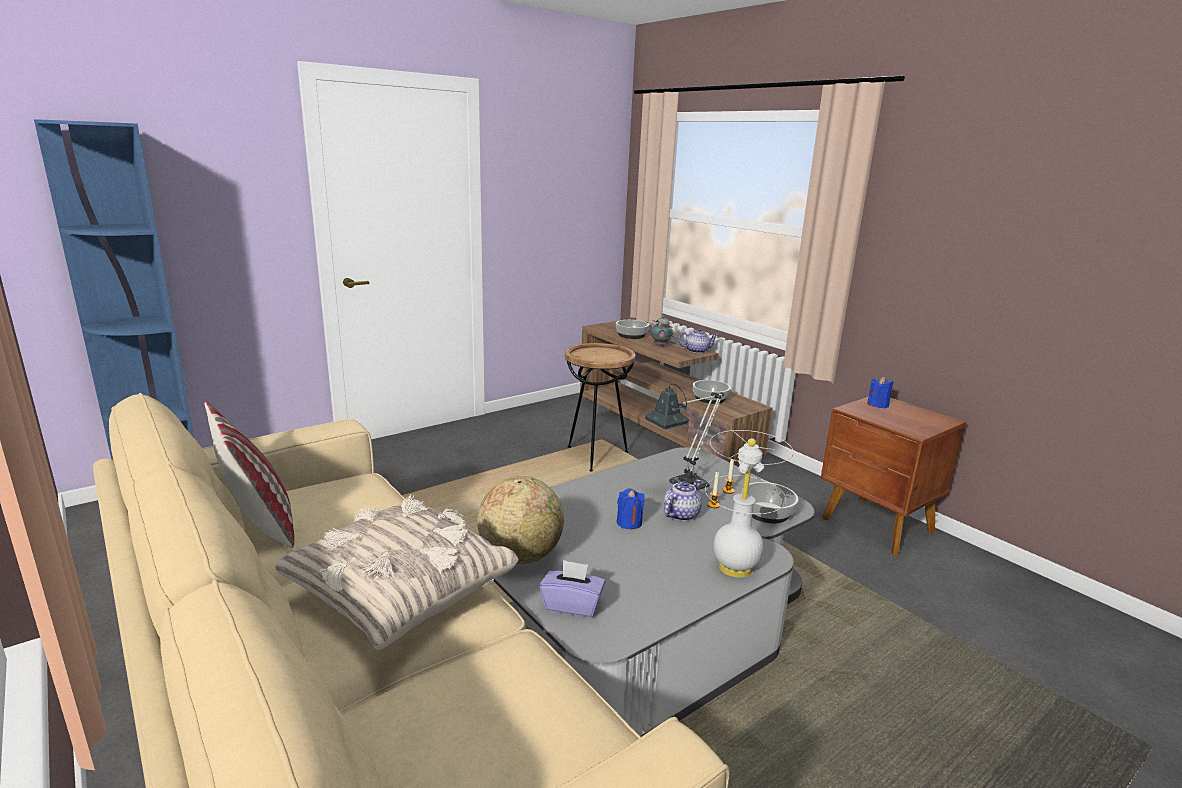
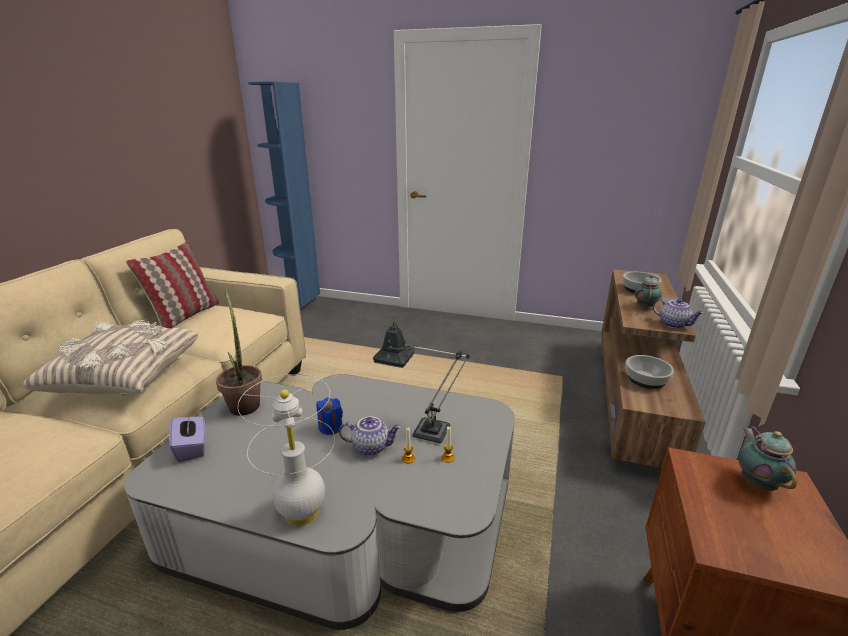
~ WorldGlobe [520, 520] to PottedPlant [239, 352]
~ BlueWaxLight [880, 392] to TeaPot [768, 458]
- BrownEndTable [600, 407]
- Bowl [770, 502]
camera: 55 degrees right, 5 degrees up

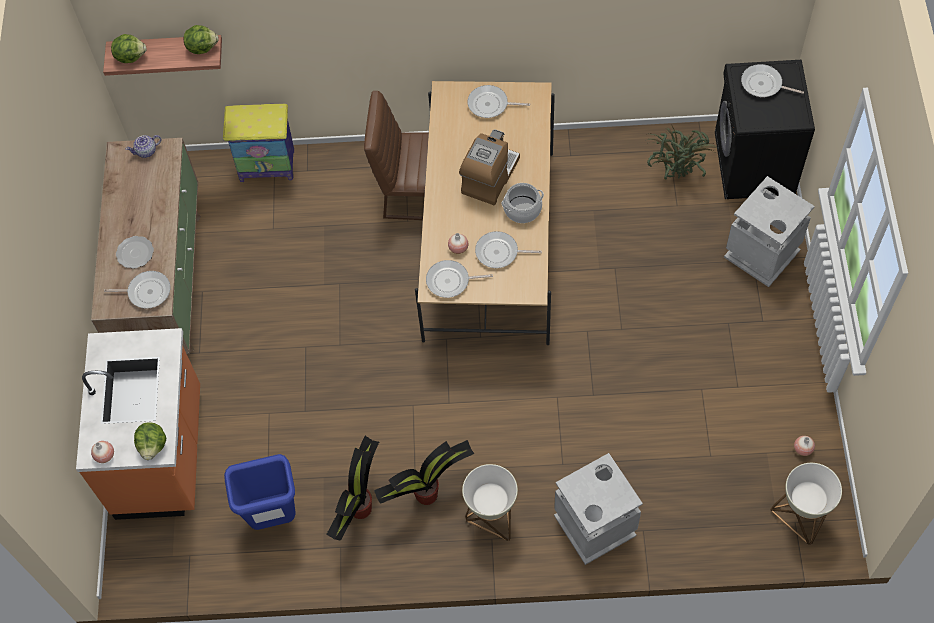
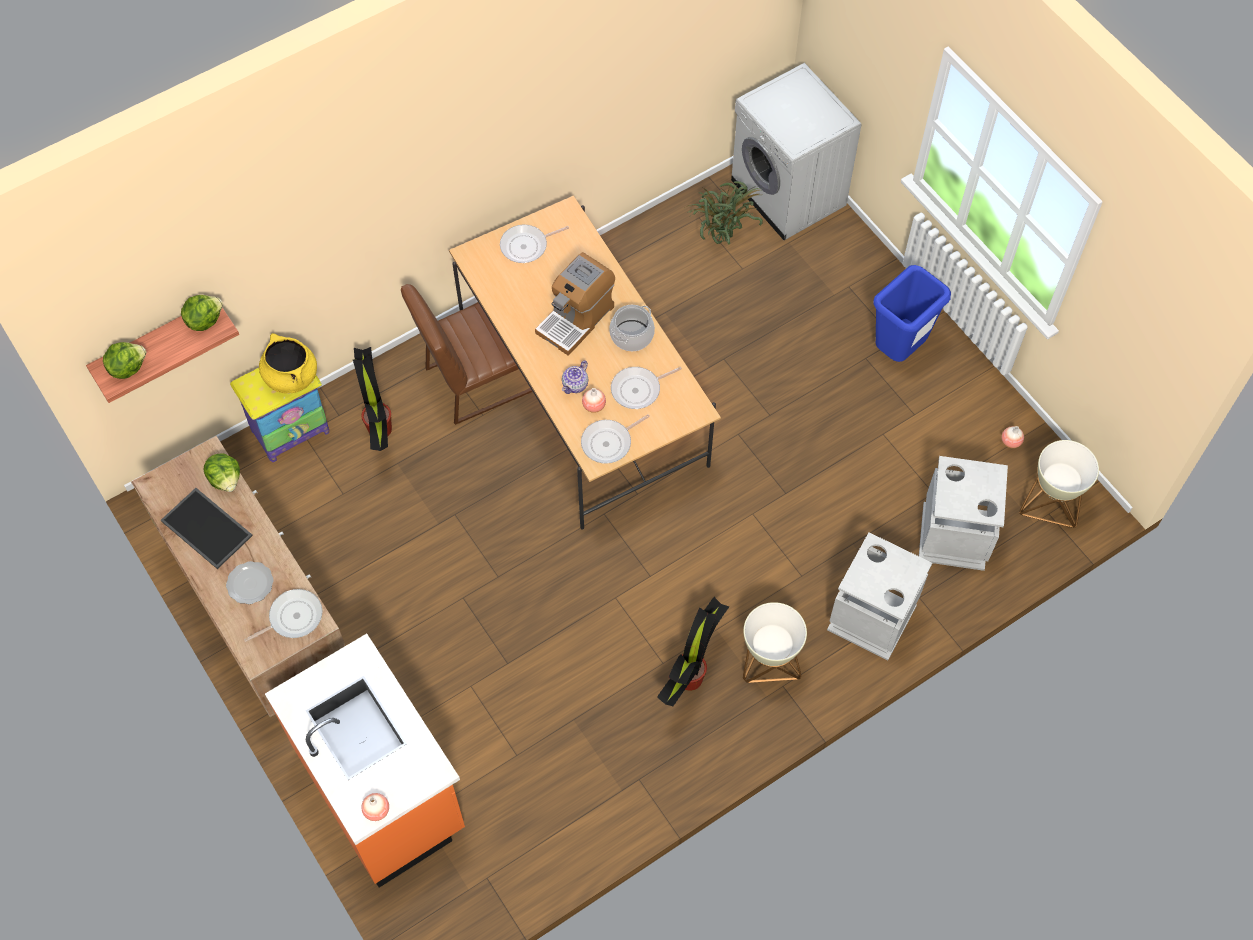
+ CarryingTray [207, 528]
~ LettuceHead [150, 441] to [222, 472]
+ YellowColouredStockpot [288, 363]
~ PottedPlant [352, 488] to [372, 399]
~ CoffeeMachine [489, 167] = [575, 304] 135 degrees counterclockwise
~ TeaPot [143, 146] to [575, 377]
~ BlackishLaundryMachine [765, 129] to WhiteLaundryMachine [796, 151]
~ BlueTrashCan [259, 492] to [912, 313]
~ GrayTrashCan [769, 231] to [963, 513]
- Skillet [772, 80]
camera: 35 degrees left, 0 degrees up

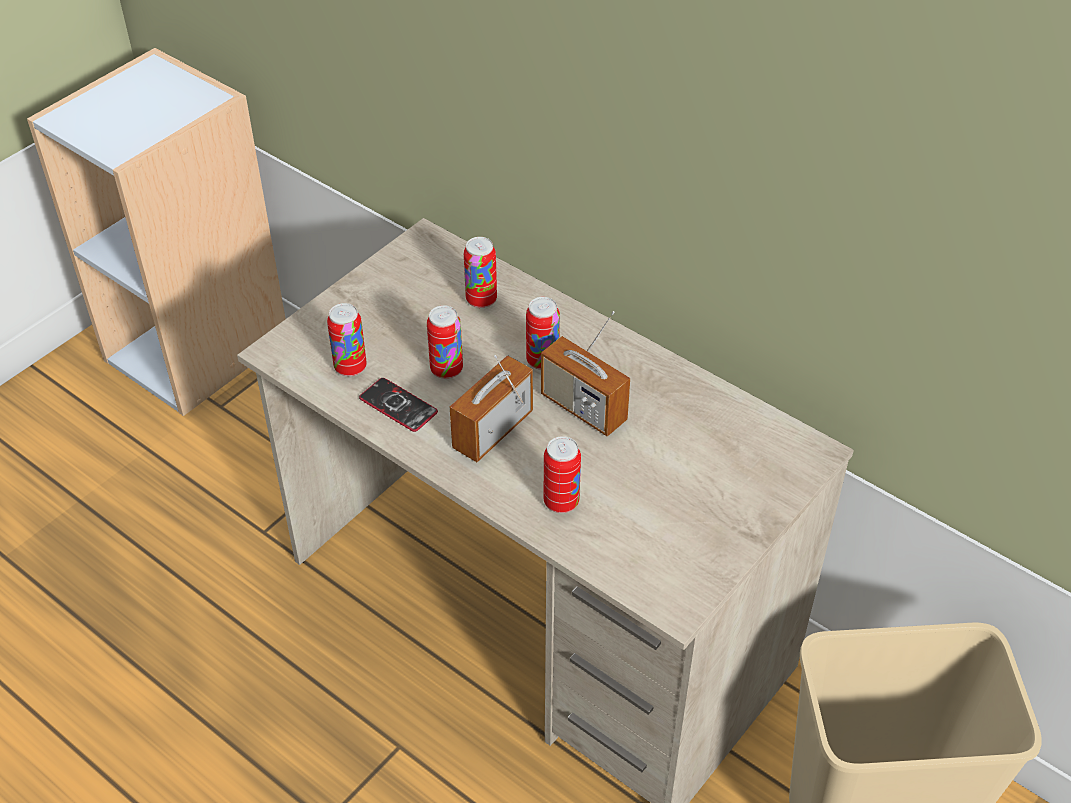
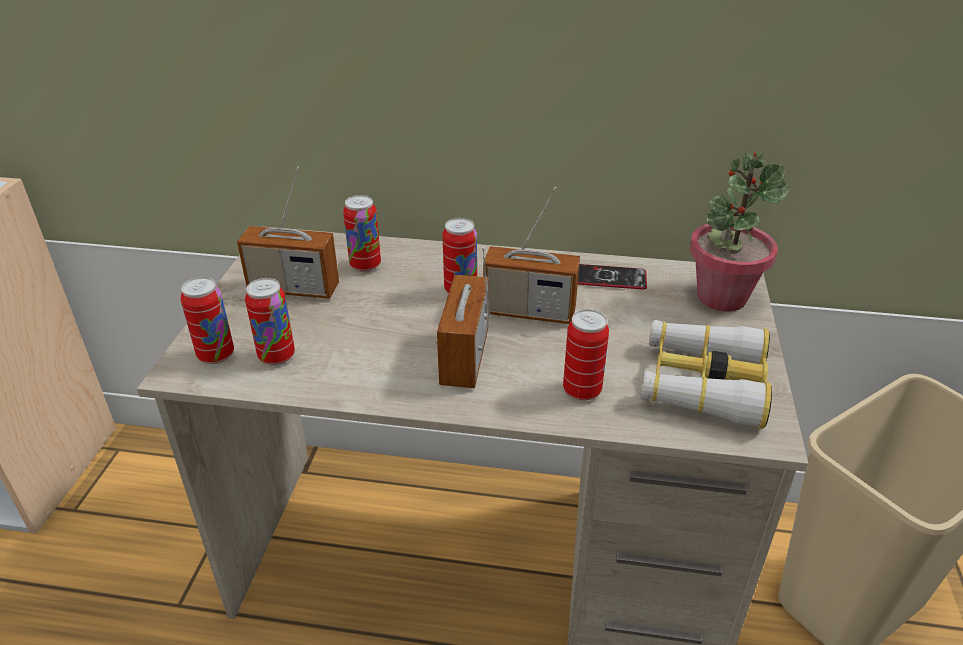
~ Can [445, 342] to [207, 320]
+ Radio [288, 233]
~ Phone [398, 405] to [612, 277]
+ FieldGlasses [706, 374]
+ PottedPlant [740, 231]
camera: 30 degrees left, 10 degrees down

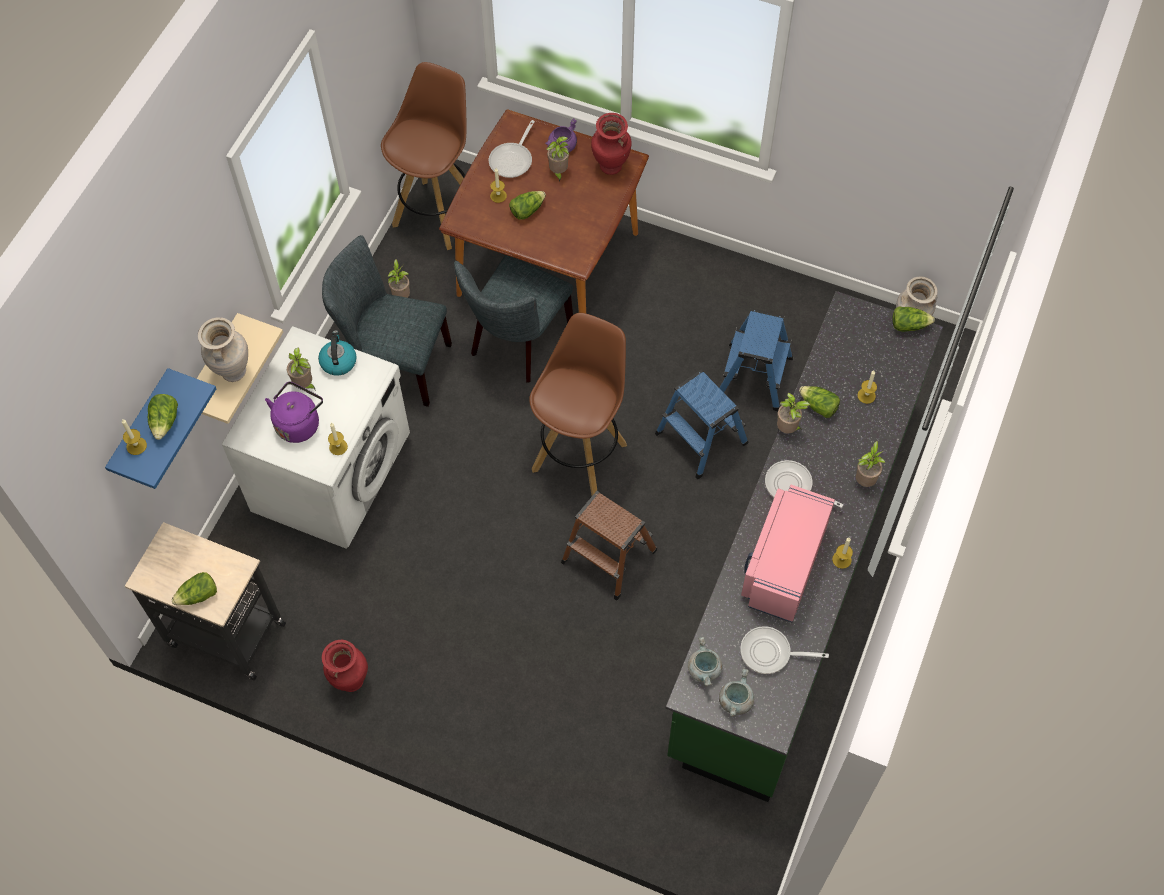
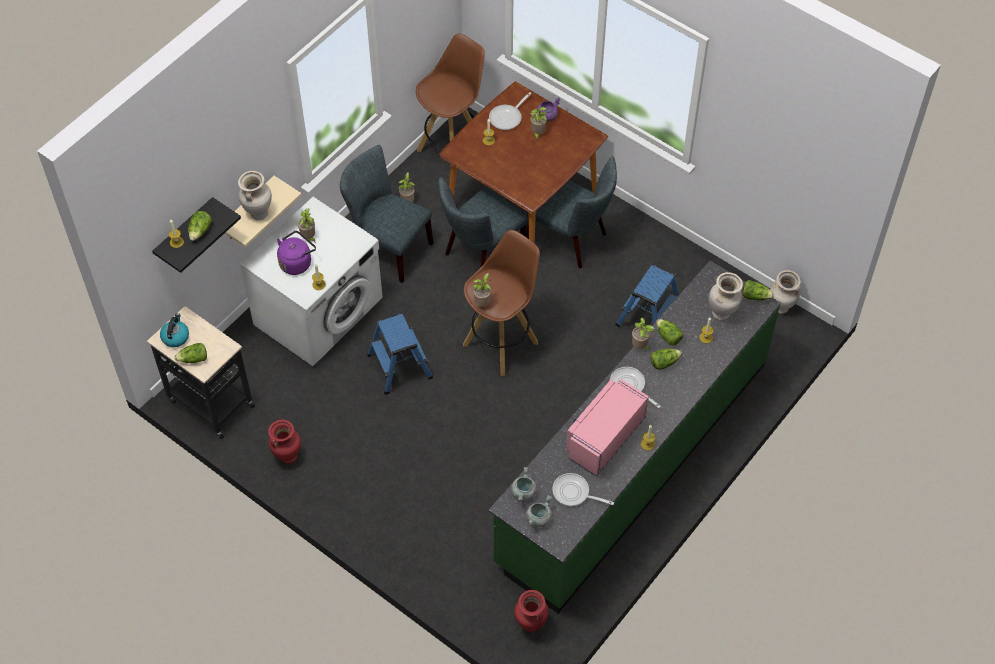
~ BlueWallShelf [160, 428] to BlackishWallShelf [196, 235]
~ WaterKettle [337, 353] to [174, 330]
~ BlueStepLadder [702, 424] to [400, 353]
~ PottedPlant [870, 464] to [482, 290]
~ RedVase [611, 144] to [531, 611]
+ GrayPlainChair [571, 212]
~ LettuceHead [527, 205] to [666, 359]
+ SandColouredVase [726, 296]
- BrownStepLadder [609, 545]
camera: 15 degrees right, 5 degrees down

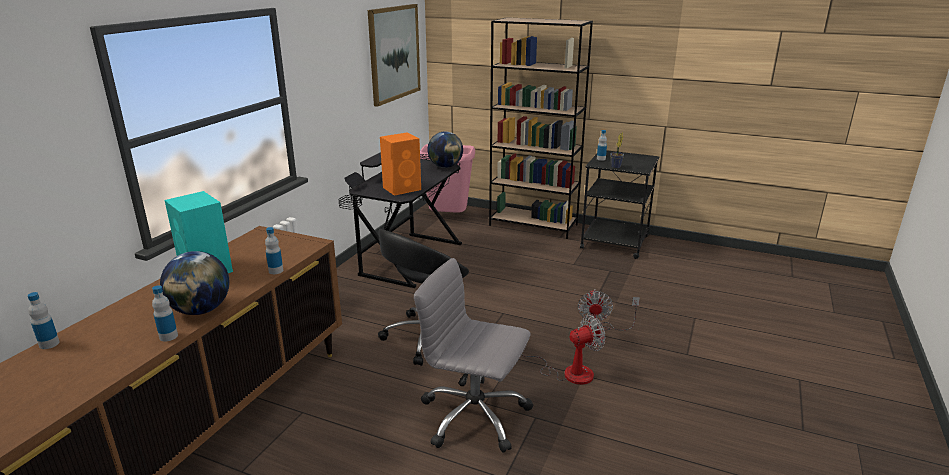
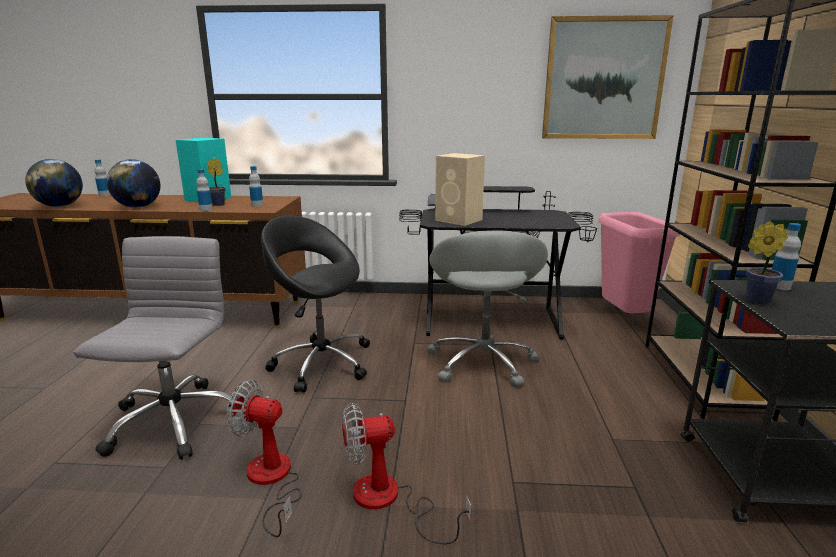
~ WorldGlobe [445, 149] to [54, 183]
+ PottedPlant [216, 181]
~ ElectricFan [564, 350] = [264, 458] 150 degrees clockwise
~ BeverageBottle [165, 313] to [256, 186]
+ GrayDeskChair [487, 308]
~ OrangeColouredLoudspeaker [400, 164] to SandColouredLoudspeaker [460, 189]
camera: 70 degrees right, 5 degrees down

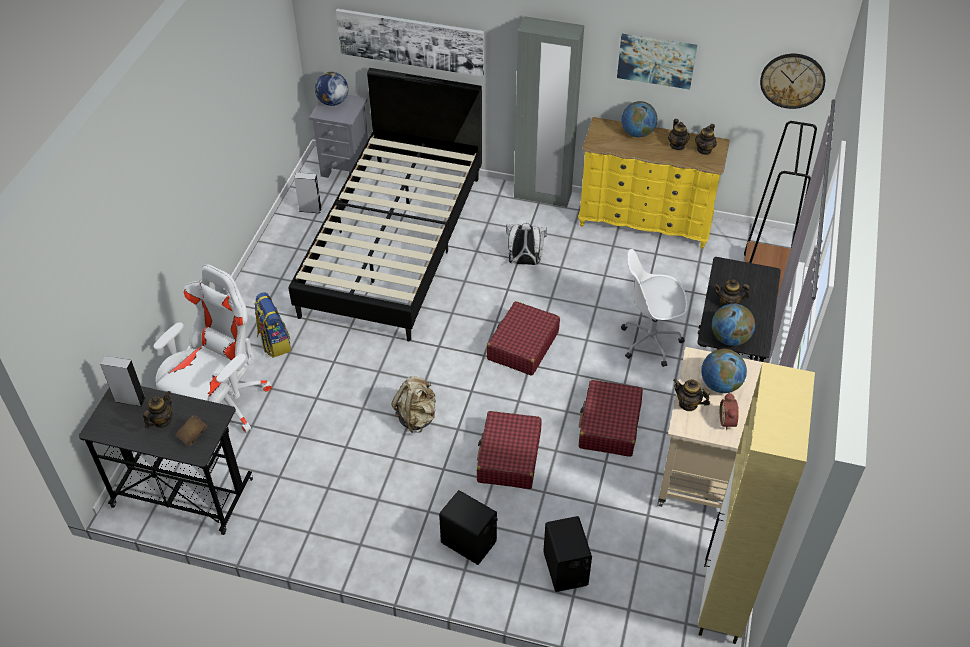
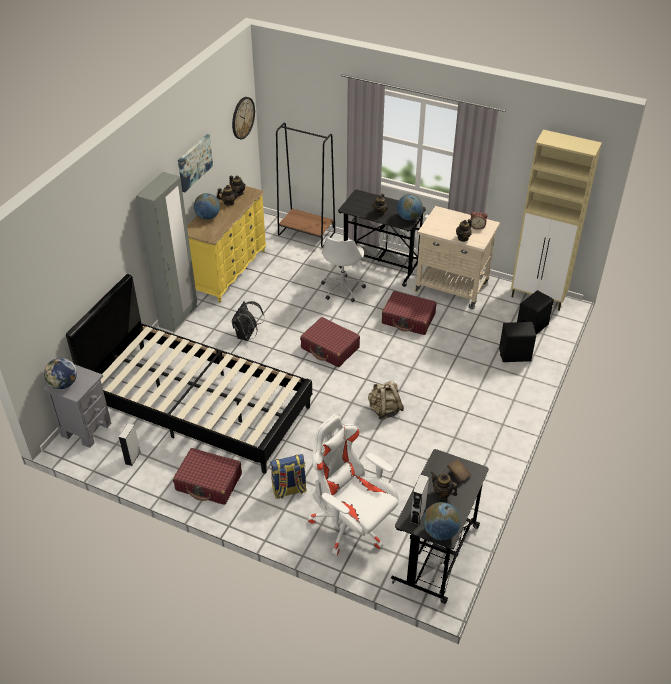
~ RedSuitcase [509, 450] to [207, 476]
~ WhiteKnapsack [526, 244] to BlackishKnapsack [248, 321]
~ WorldGlobe [724, 371] to [442, 521]
~ BlackishLoudspeaker [468, 527] to [535, 312]
- WallPicture [410, 43]
camera: 80 degrees left, 5 degrees down

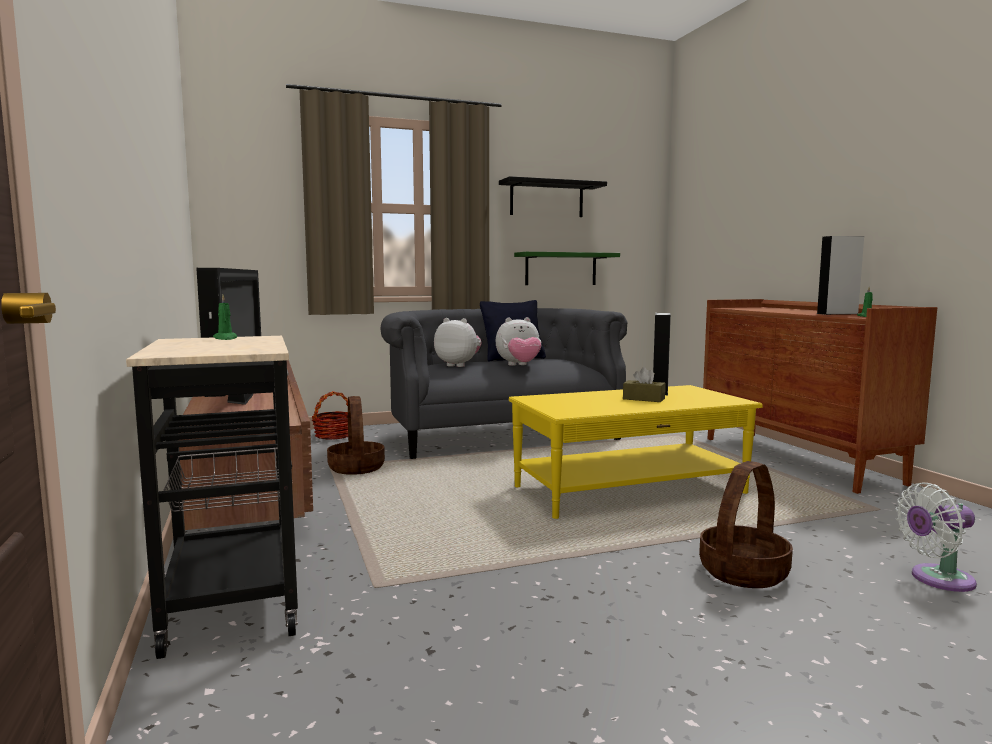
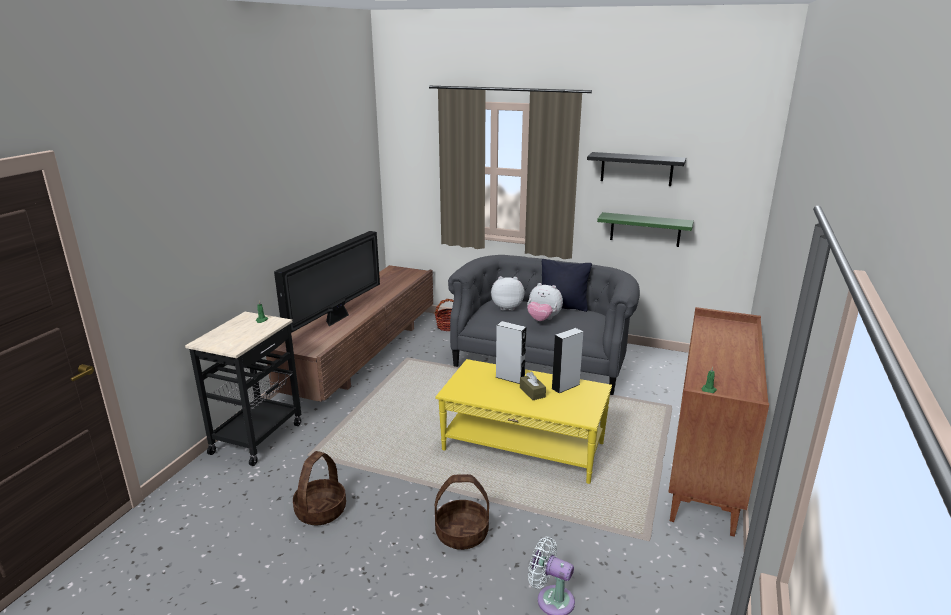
~ Basket [356, 435] to [319, 488]
~ PlushToy [458, 342] = [508, 293] 60 degrees counterclockwise
~ GrayLoudspeaker [840, 275] to [511, 352]
camera: 40 degrees right, 15 degrees up

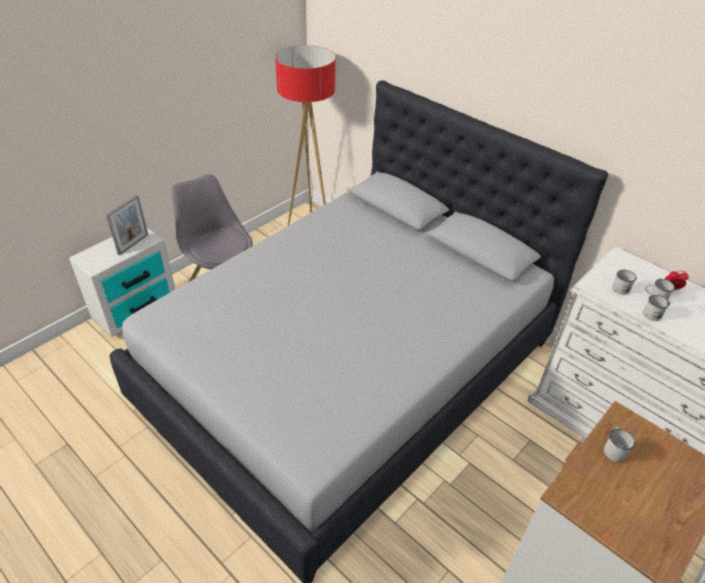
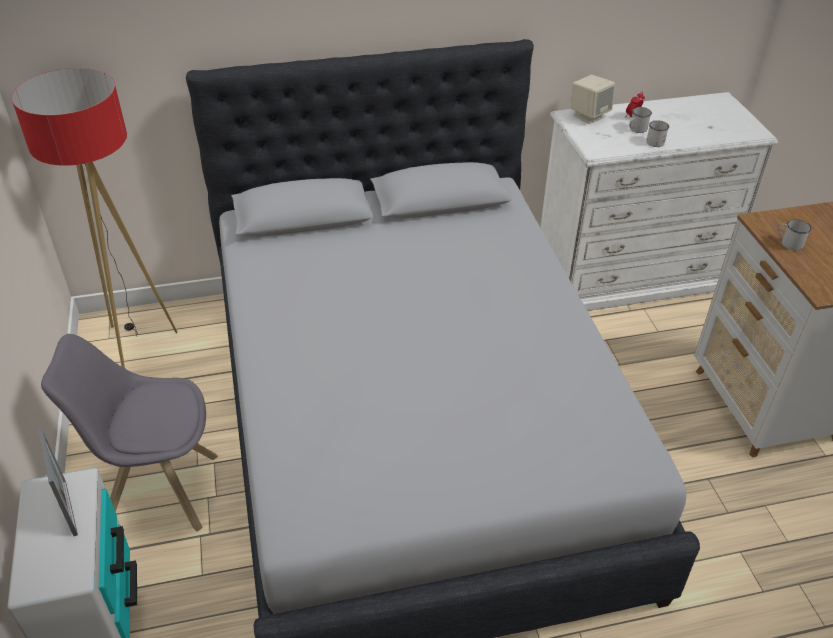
+ SandColouredLoudspeaker [593, 99]
- WhiteCoffeeMug [624, 282]
camera: 55 degrees left, 0 degrees up

